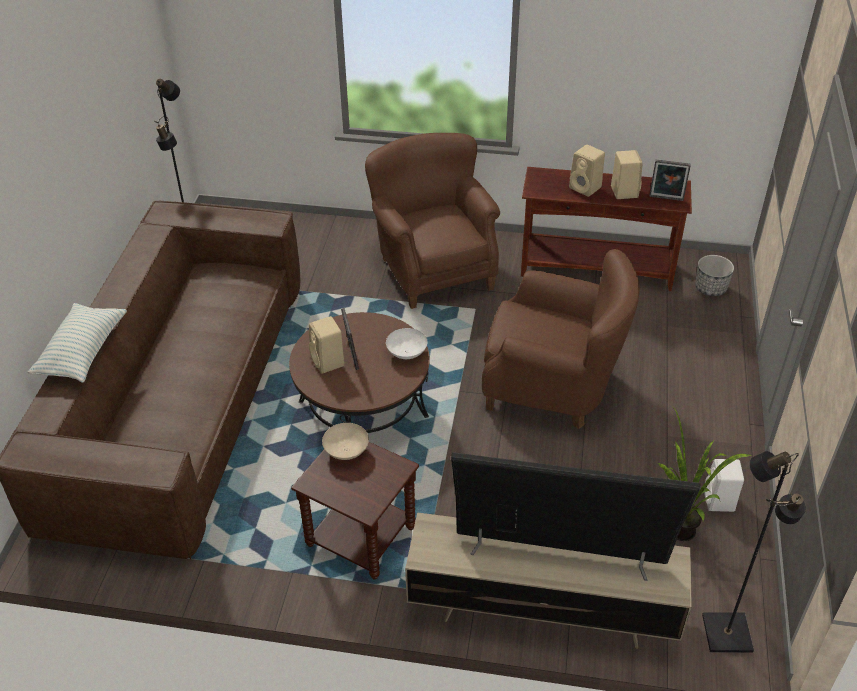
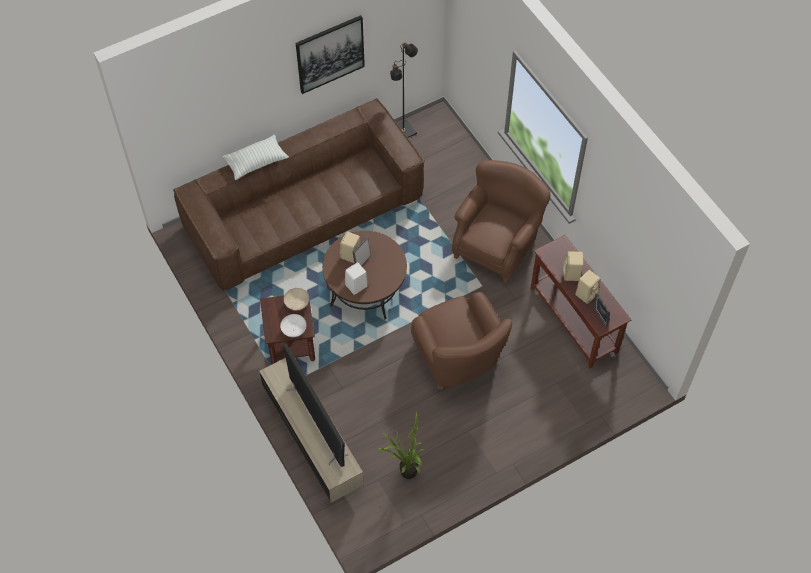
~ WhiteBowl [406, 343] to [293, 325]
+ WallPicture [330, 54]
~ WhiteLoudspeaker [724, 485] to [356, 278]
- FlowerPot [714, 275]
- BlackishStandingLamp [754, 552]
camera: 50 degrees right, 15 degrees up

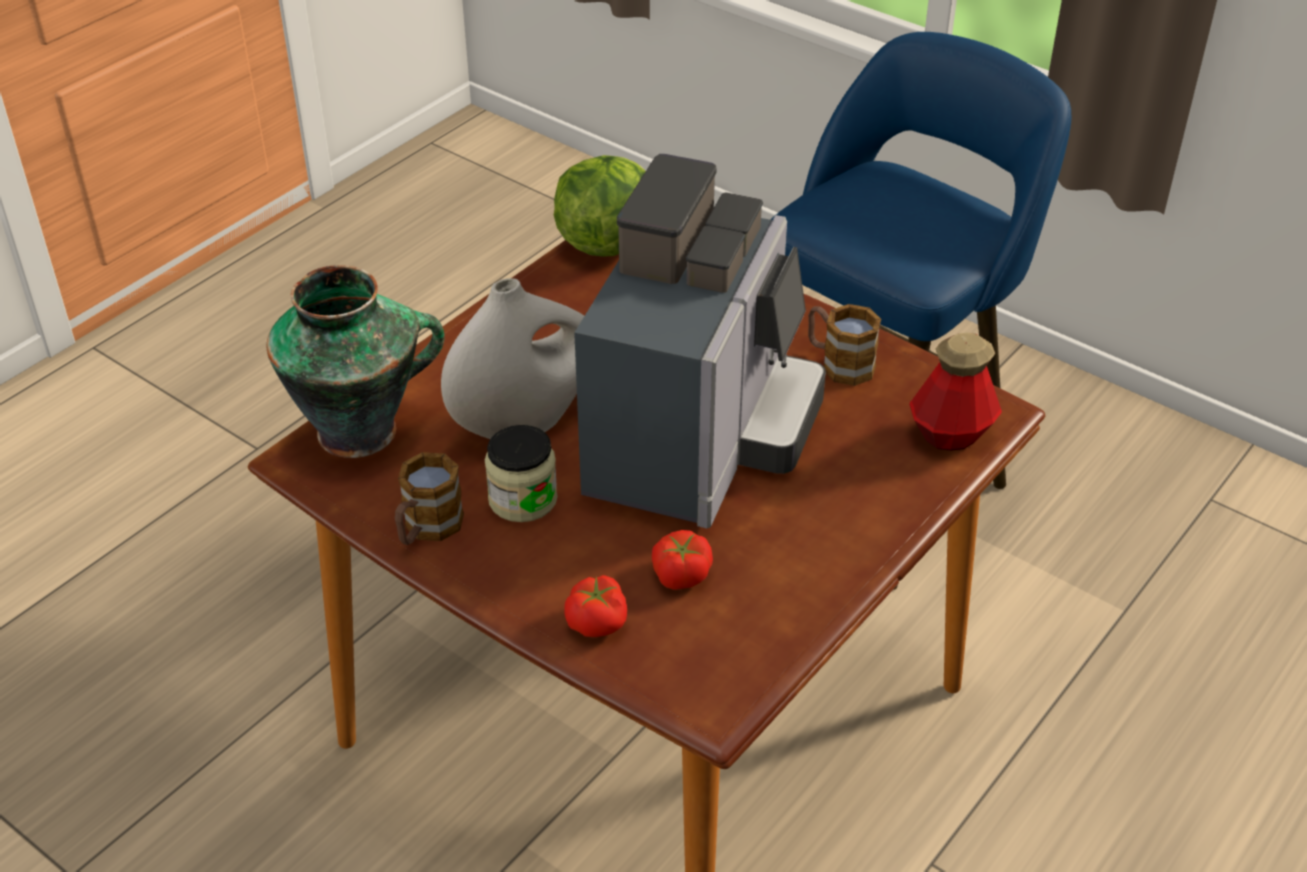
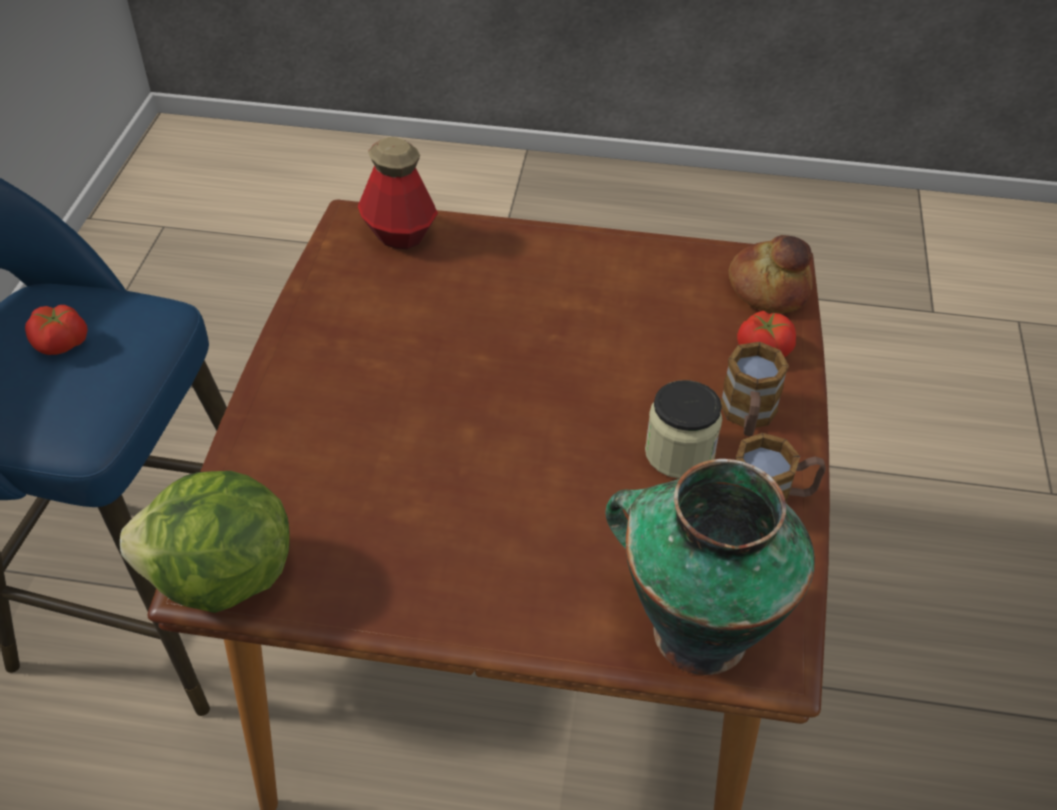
~ Tomato [682, 560] to [56, 330]
~ CoffeeMug [844, 345] to [755, 389]
+ BakeryBread [771, 274]
- WhiteVase [512, 358]
- CoffeeMachine [700, 341]
camera: 120 degrees left, 5 degrees up

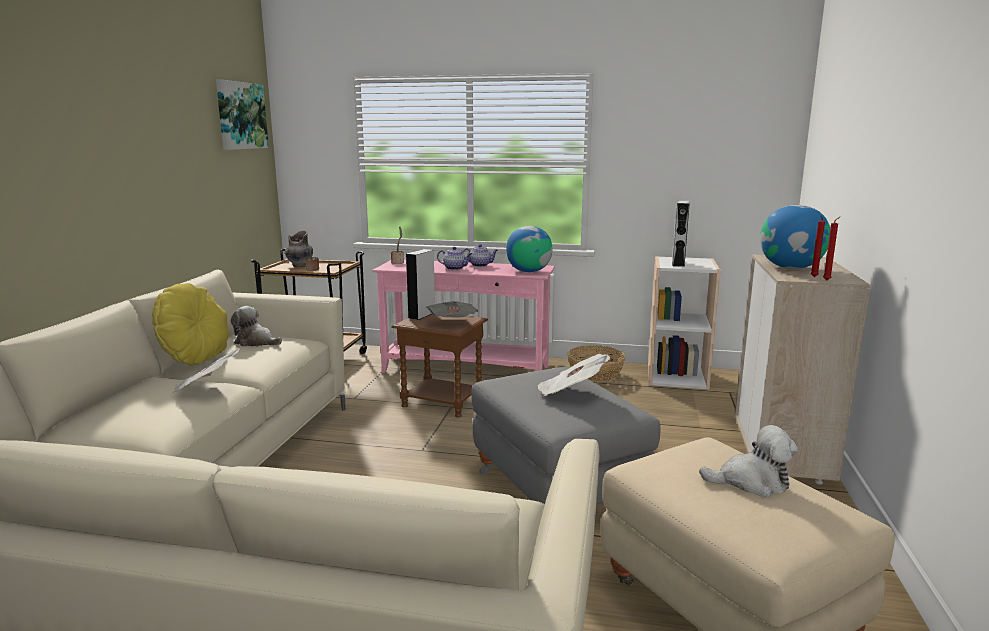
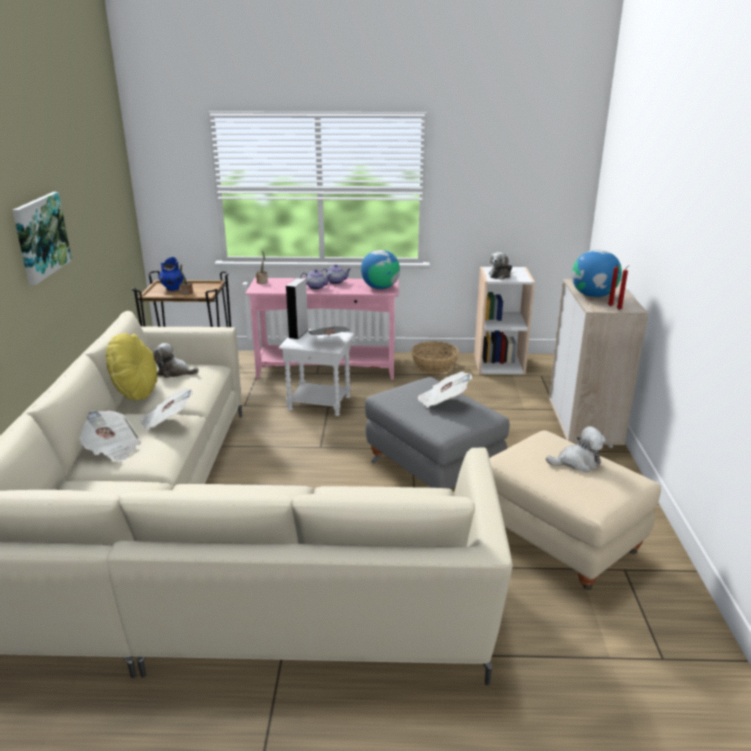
~ WallPicture [242, 114] to [42, 238]
+ PrintedPaper [110, 436]
~ GrayVase [298, 249] to BlueVase [171, 274]
~ BrownEndTable [439, 365] to WhiteEndTable [316, 372]
~ GrayLoudspeaker [681, 233] to PlushToy [500, 266]
camera: 10 degrees left, 10 degrees up

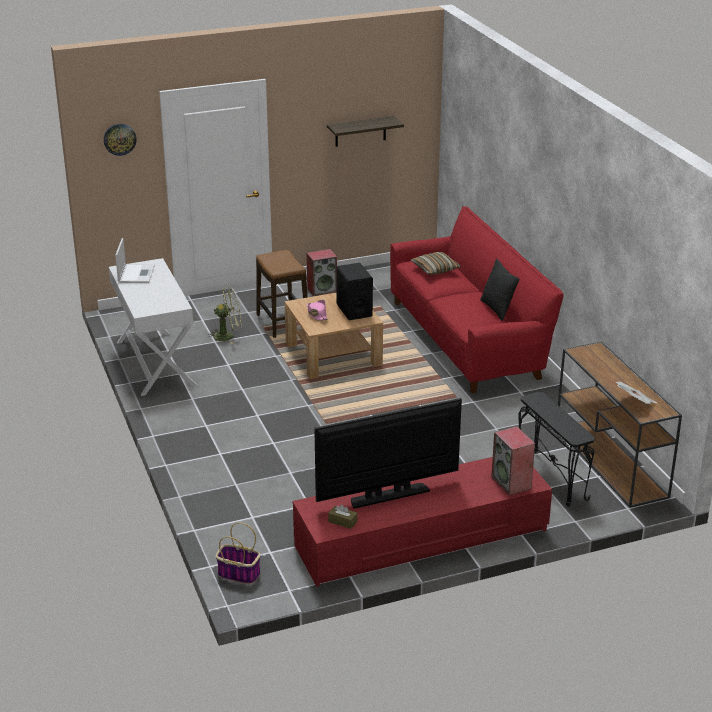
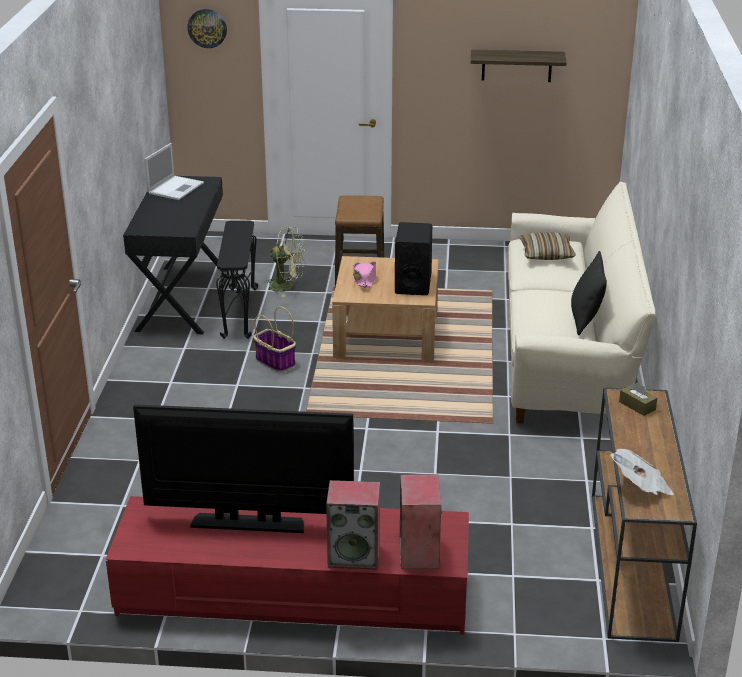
~ WhiteNarrowTable [153, 327] to BlackishNarrowTable [175, 255]
~ BlackishEndTable [556, 449] to [237, 279]
~ Basket [238, 553] to [275, 339]
~ Loudspeaker [322, 272] to [353, 525]
~ RedSettee [477, 299] to SandColouredSettee [582, 302]
~ BrownTissueBox [342, 516] to [638, 399]
camera: 25 degrees right, 0 degrees up

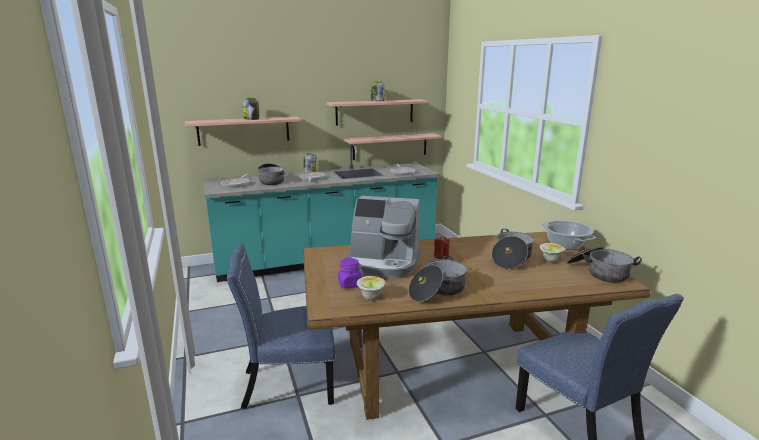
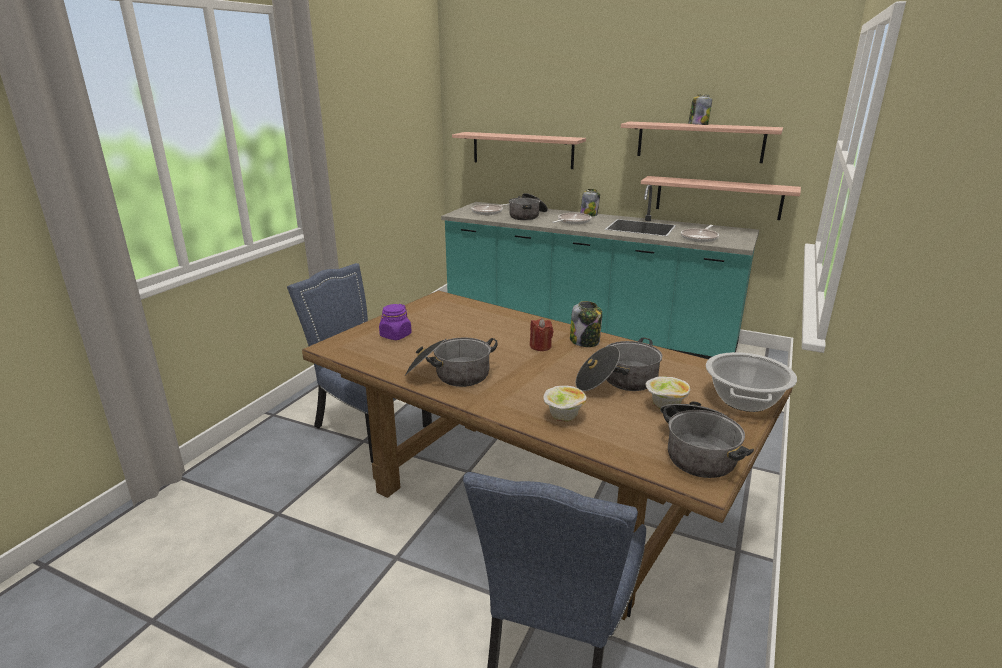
~ Bowl [371, 288] to [565, 404]
~ Jar [251, 109] to [586, 324]
- CoffeeMachine [384, 237]
camera: 45 degrees right, 5 degrees up

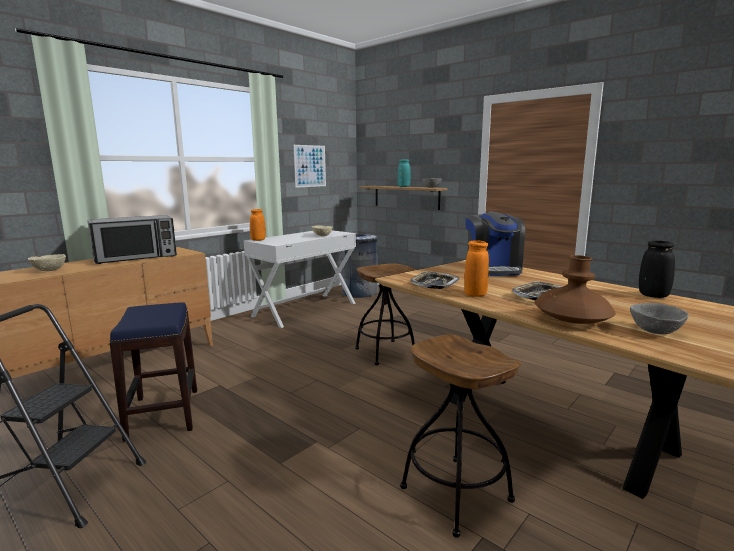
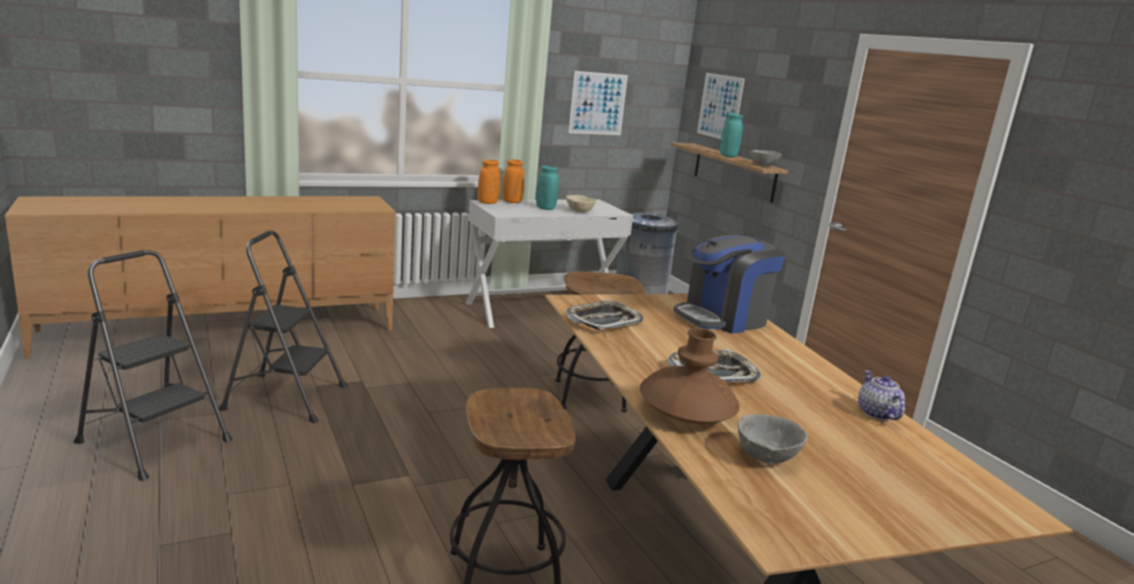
~ SittingStool [153, 372] to BlackishStepLadder [283, 327]
~ OrangeColouredVase [476, 268] to [513, 181]
+ BlueGreenVase [547, 188]
~ CoffeeMachine [495, 244] = [729, 284] 45 degrees clockwise
+ WallPicture [721, 106]
~ BlackishVase [657, 269] to TeaPot [881, 395]
- SandColouredBowl [47, 262]
- KitchenMicrowave [132, 239]
camera: 20 degrees right, 5 degrees up

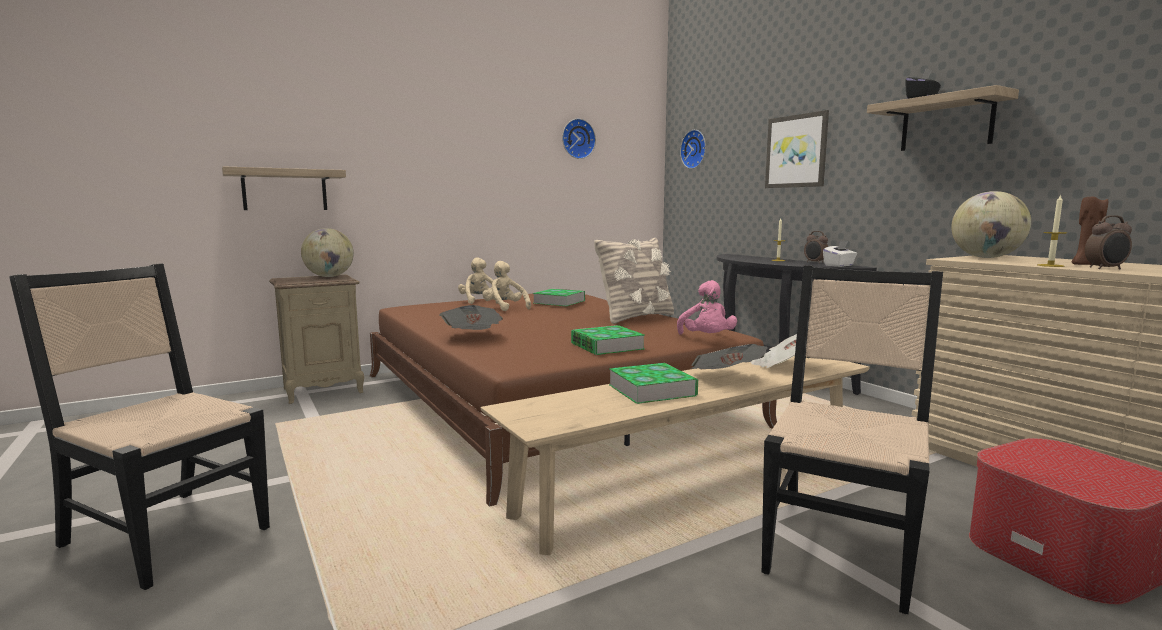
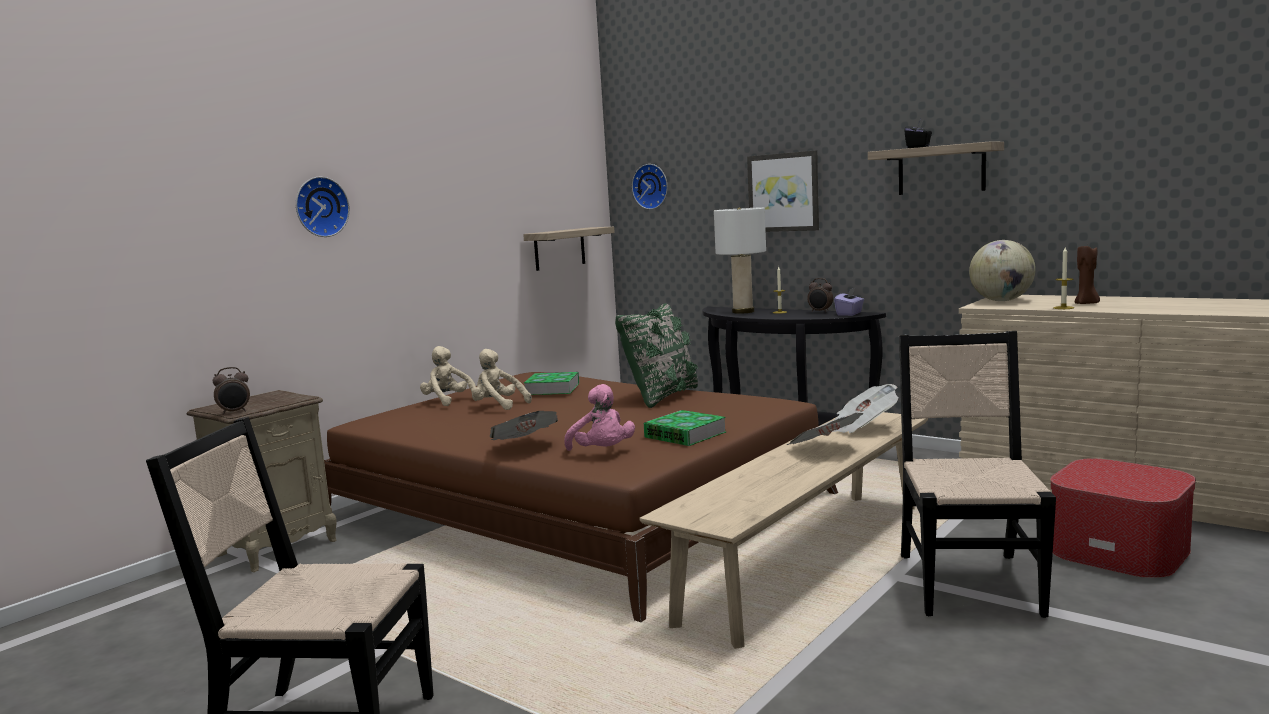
~ BedsideClock [1108, 242] to [231, 391]
~ HangingClock [579, 139] to [323, 207]
~ WallShelf [284, 188] to [569, 249]
~ PinkColouredPlushToy [707, 307] to [599, 417]
~ SandColouredPillow [634, 281] to GreenColouredPillow [656, 355]
+ WhiteTabletopLamp [740, 260]
~ WhiteTissueBox [840, 254] to PurpleTissueBox [849, 301]
- WorldGlobe [327, 252]
- Book [653, 383]
camera: 20 degrees left, 0 degrees up

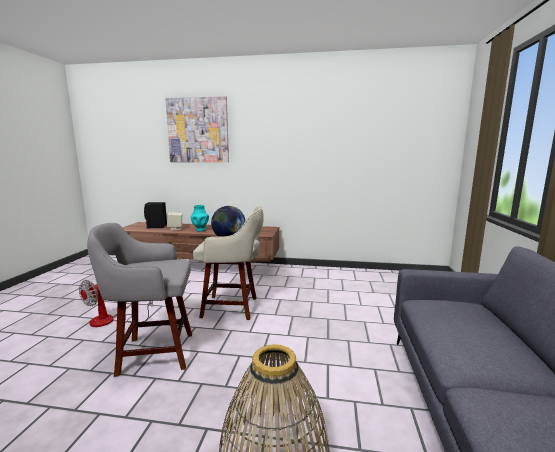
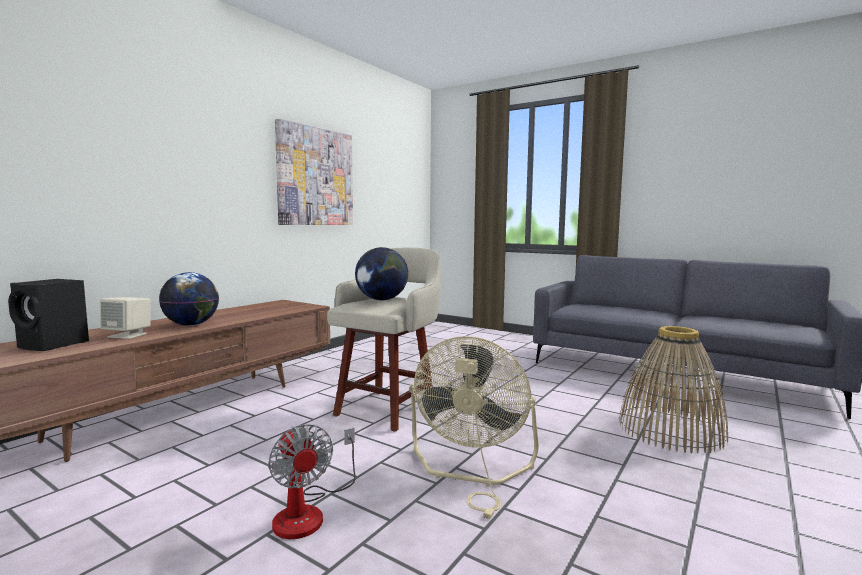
~ BlueGreenVase [200, 218] to WorldGlobe [189, 299]
~ WallPicture [197, 129] to [314, 172]
~ GraySittingStool [139, 300] to SandColouredElectricFan [474, 427]
camera: 65 degrees left, 5 degrees down

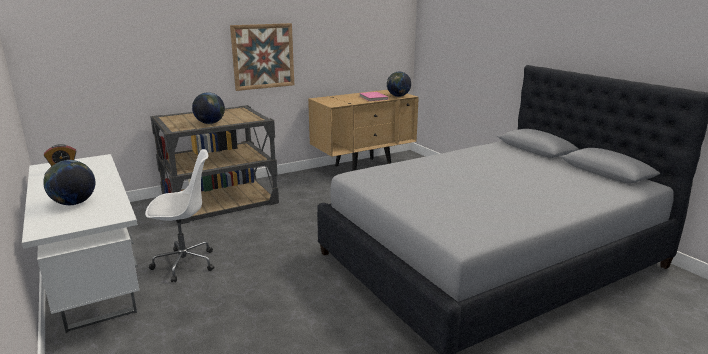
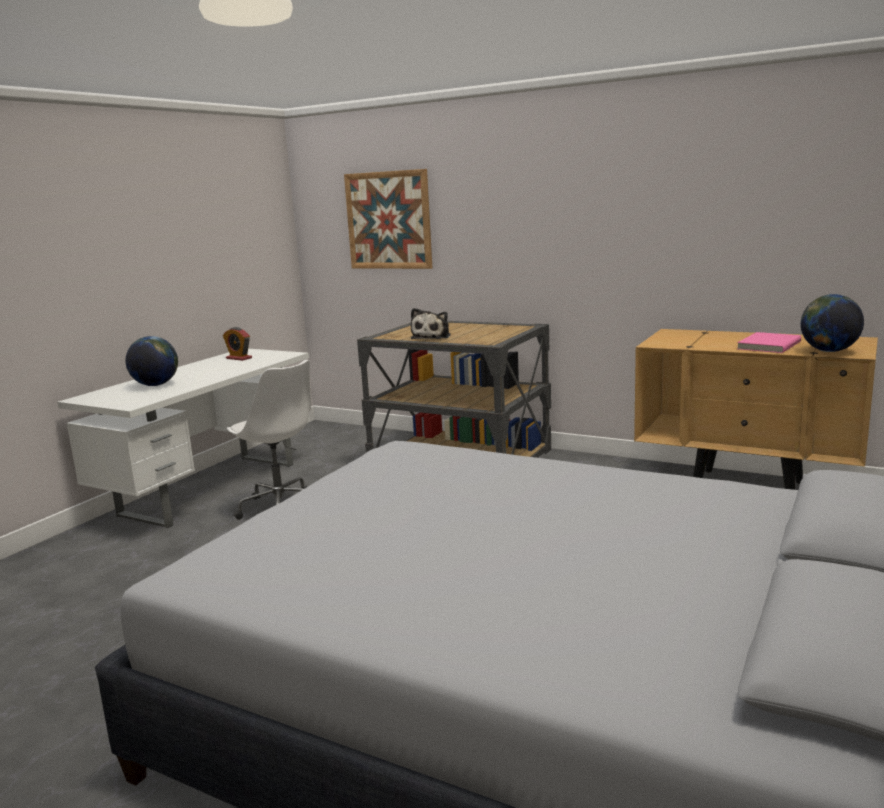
~ WallPicture [262, 57] to [388, 219]
~ WorldGlobe [208, 108] to PlushToy [431, 323]
camera: 60 degrees right, 5 degrees down

